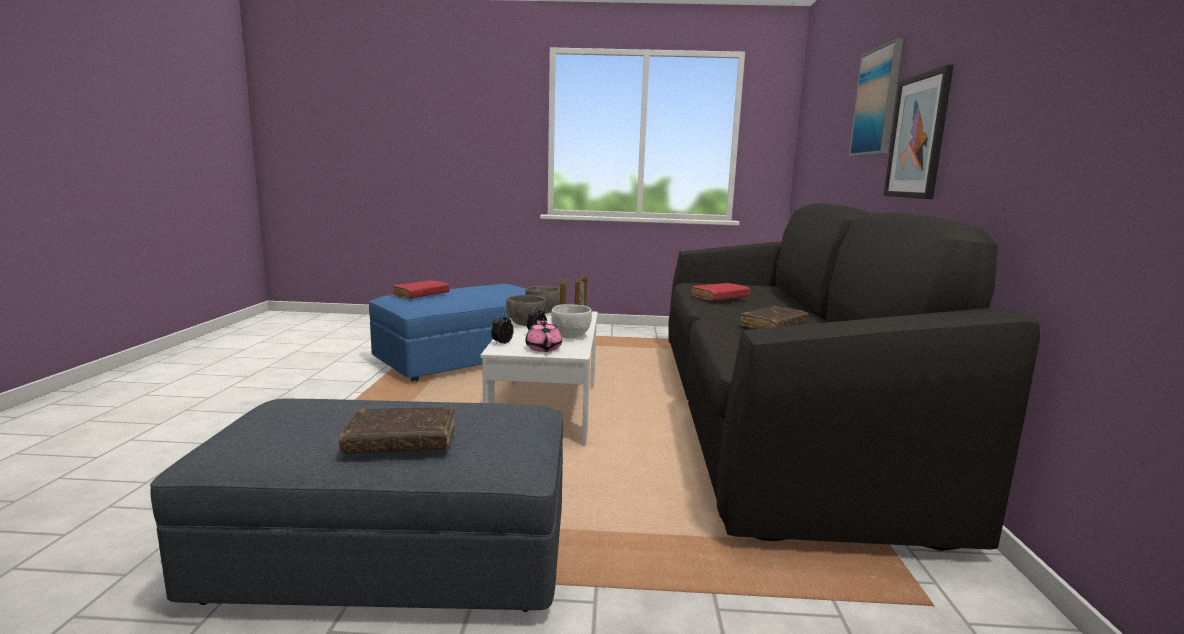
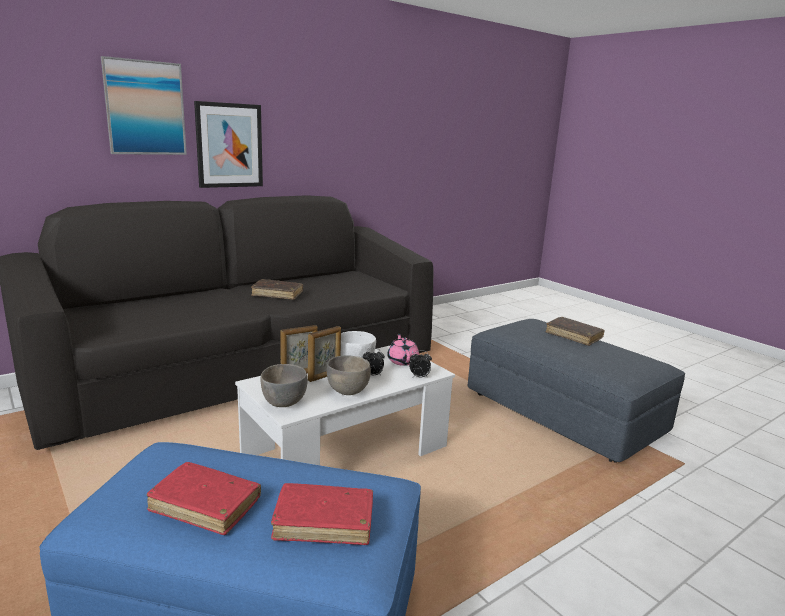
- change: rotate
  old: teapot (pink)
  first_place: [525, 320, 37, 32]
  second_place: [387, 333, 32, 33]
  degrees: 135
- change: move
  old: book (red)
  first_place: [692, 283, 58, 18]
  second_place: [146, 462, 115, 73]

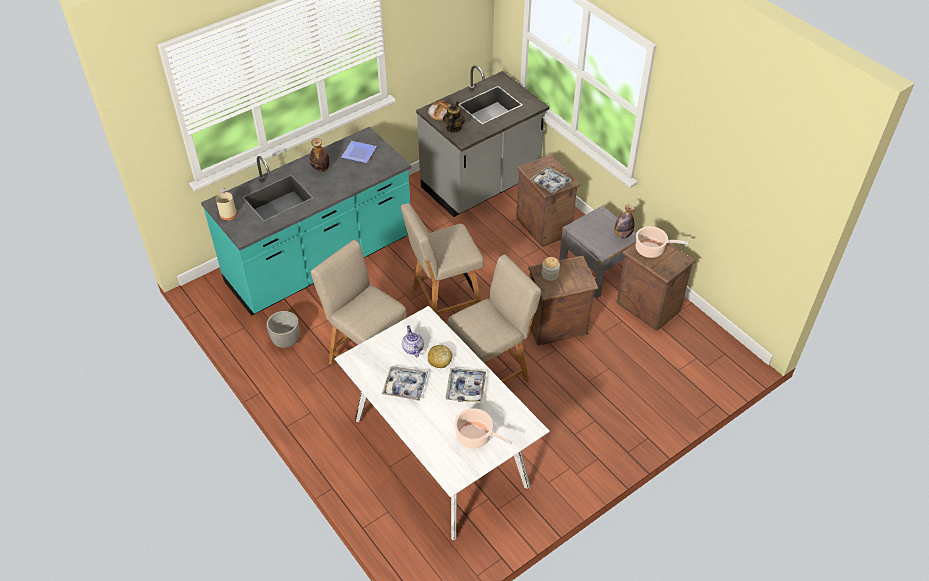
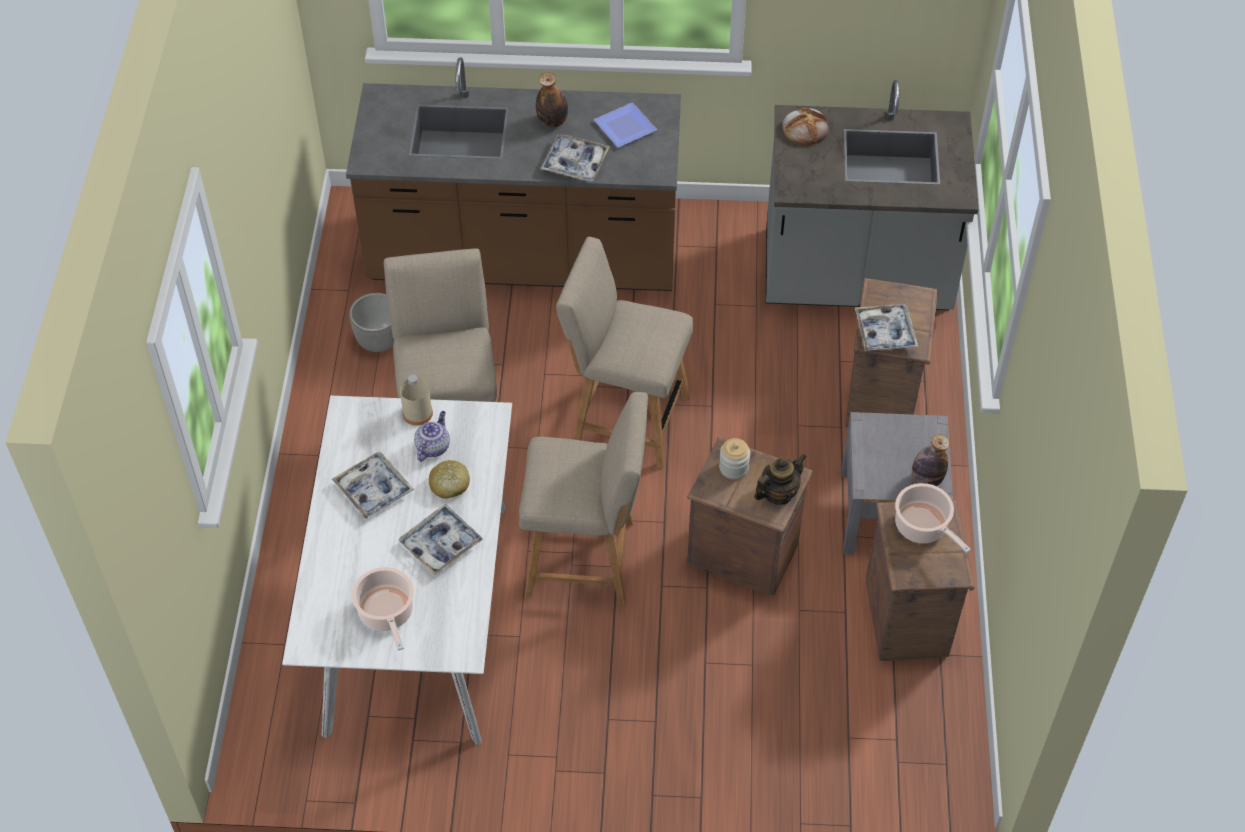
- change: recolor
  old: counter (turquoise)
  new: counter (brown)
  first_place: [201, 127, 211, 189]
  second_place: [346, 57, 335, 234]
- change: move
  old: bottle (beige)
  first_place: [216, 188, 21, 33]
  second_place: [400, 374, 33, 52]
- change: move
  old: teapot
  first_place: [443, 102, 22, 31]
  second_place: [754, 454, 52, 51]
- change: insert
  new: tray
  second_place: [541, 134, 69, 48]

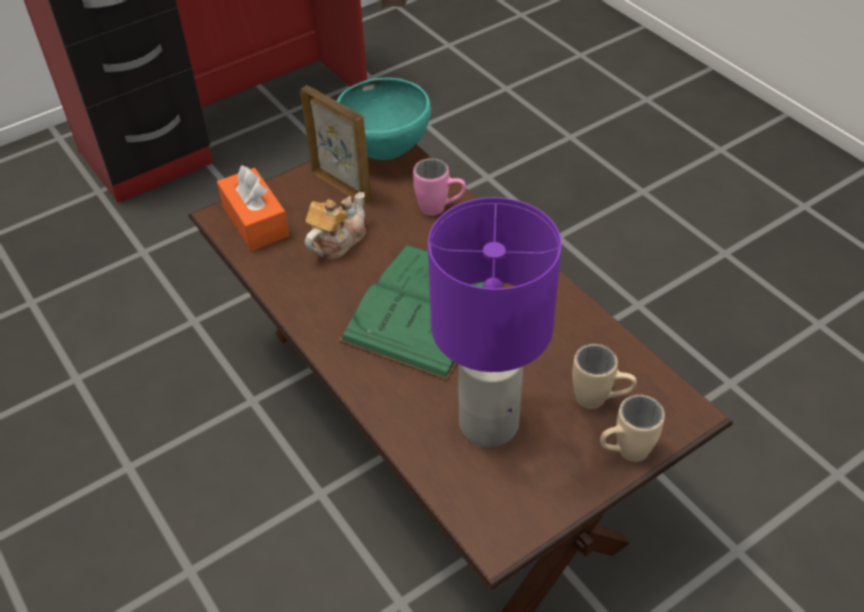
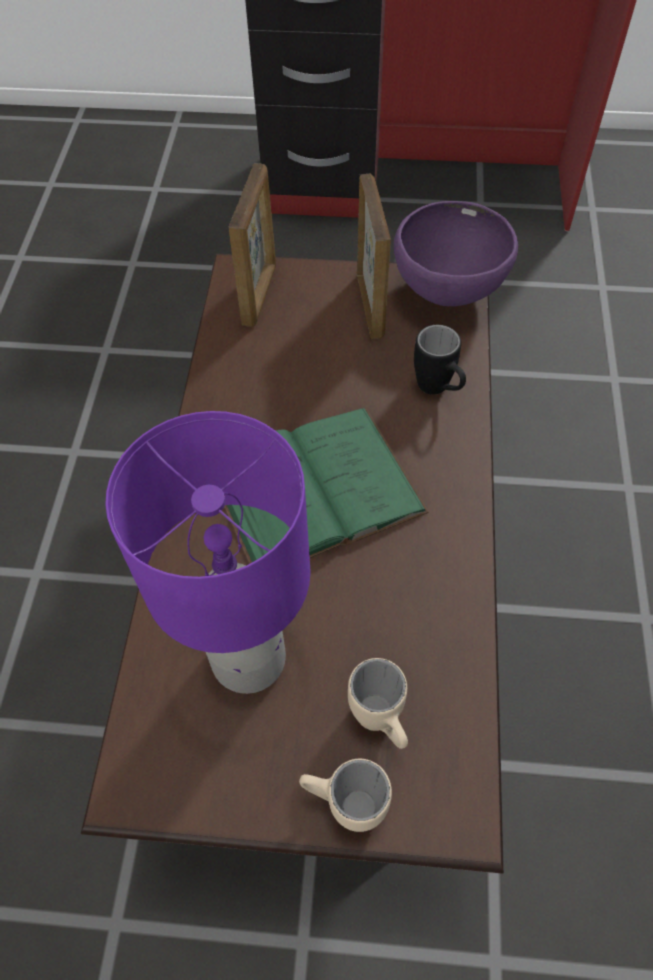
- change: replace
  old: tissue box (orange)
  new: picture frame
  first_place: [217, 165, 72, 86]
  second_place: [228, 163, 48, 164]
- change: delete
  old: teapot
  first_place: [305, 192, 61, 68]
- change: recolor
  old: bowl (turquoise)
  new: bowl (purple)
  first_place: [337, 78, 94, 82]
  second_place: [394, 201, 124, 105]
- change: recolor
  old: mug (pink)
  new: mug (black)
  first_place: [413, 158, 53, 58]
  second_place: [414, 325, 52, 70]

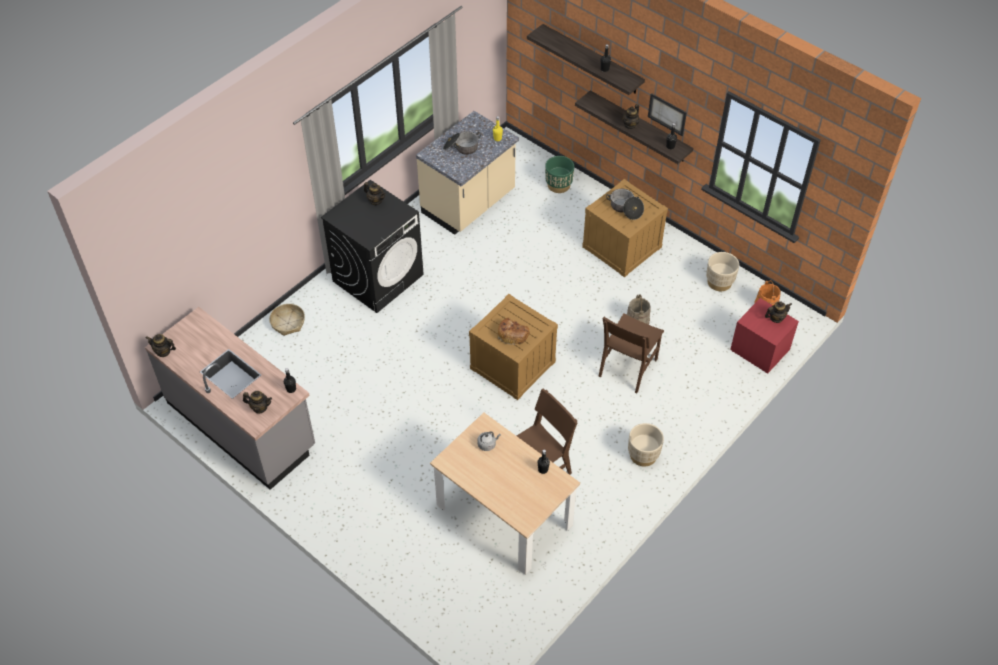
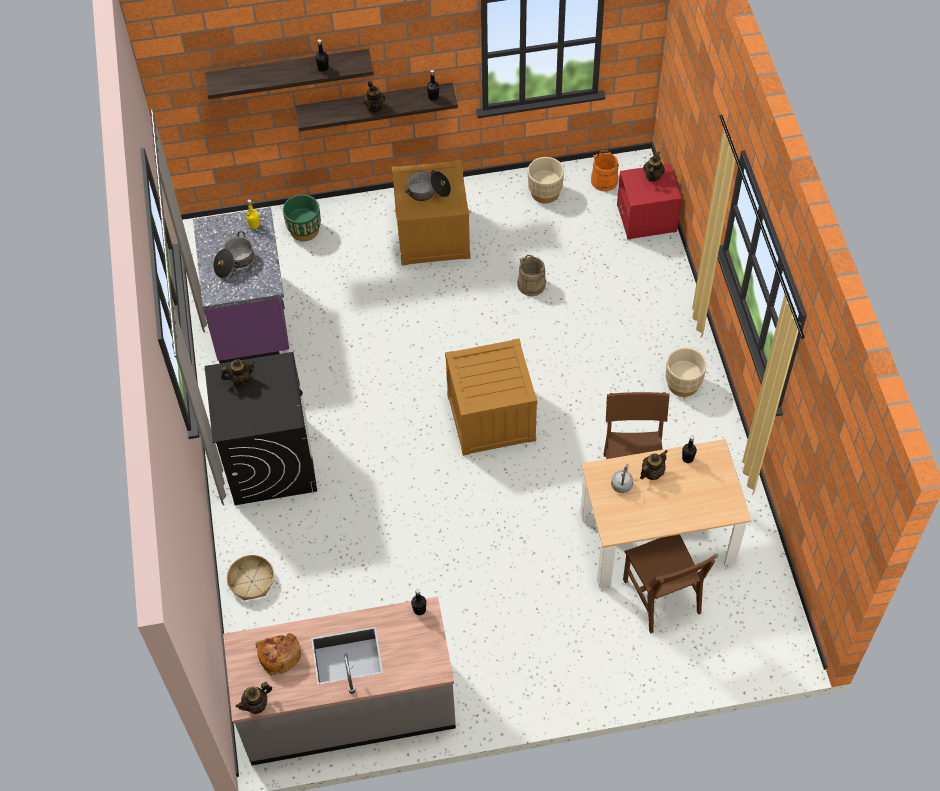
- change: move
  old: teapot
  first_place: [243, 391, 29, 23]
  second_place: [640, 450, 28, 30]
- change: recolor
  old: counter (beige)
  new: counter (purple)
  first_place: [416, 111, 103, 124]
  second_place: [193, 207, 96, 156]
- change: move
  old: bread
  first_place: [497, 317, 33, 28]
  second_place: [256, 633, 45, 43]
- change: move
  old: chair (brown)
  first_place: [598, 313, 66, 80]
  second_place: [623, 534, 93, 99]
- change: delete
  old: picture
  first_place: [648, 93, 39, 43]

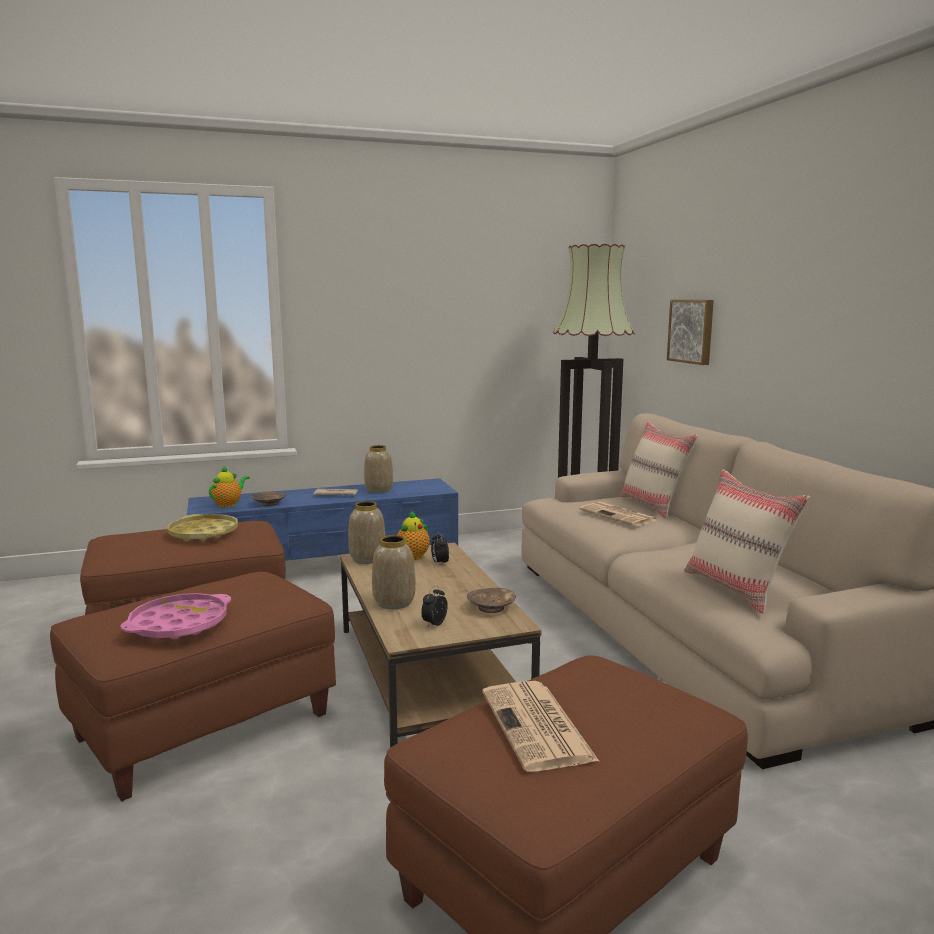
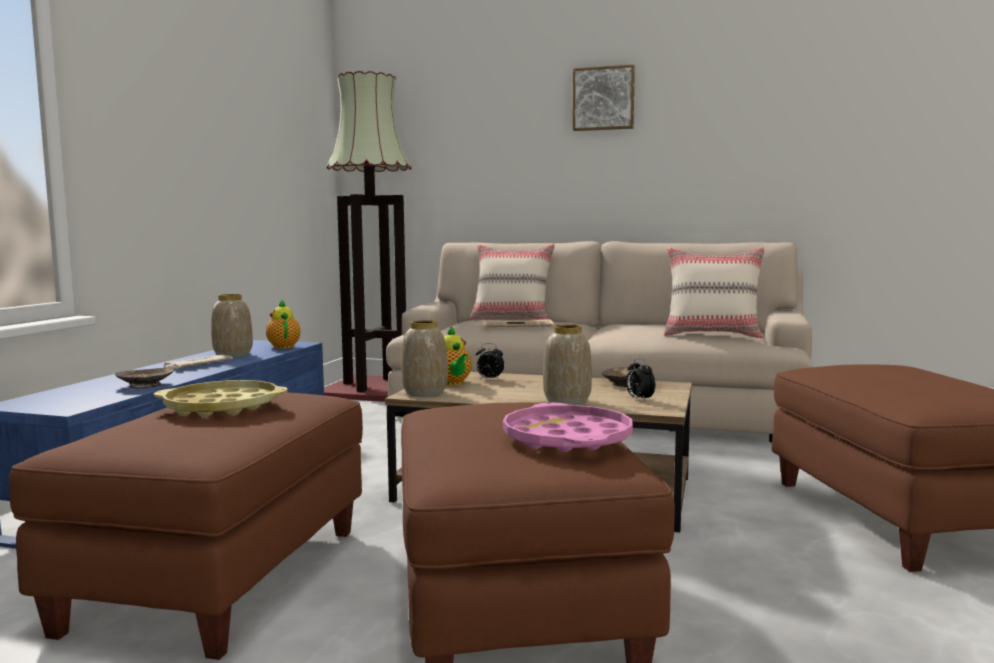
- change: move
  old: teapot
  first_place: [209, 466, 41, 41]
  second_place: [266, 300, 35, 49]
- change: delete
  old: newspaper
  first_place: [482, 681, 117, 91]
- change: move
  old: picture
  first_place: [667, 300, 47, 65]
  second_place: [573, 65, 62, 66]

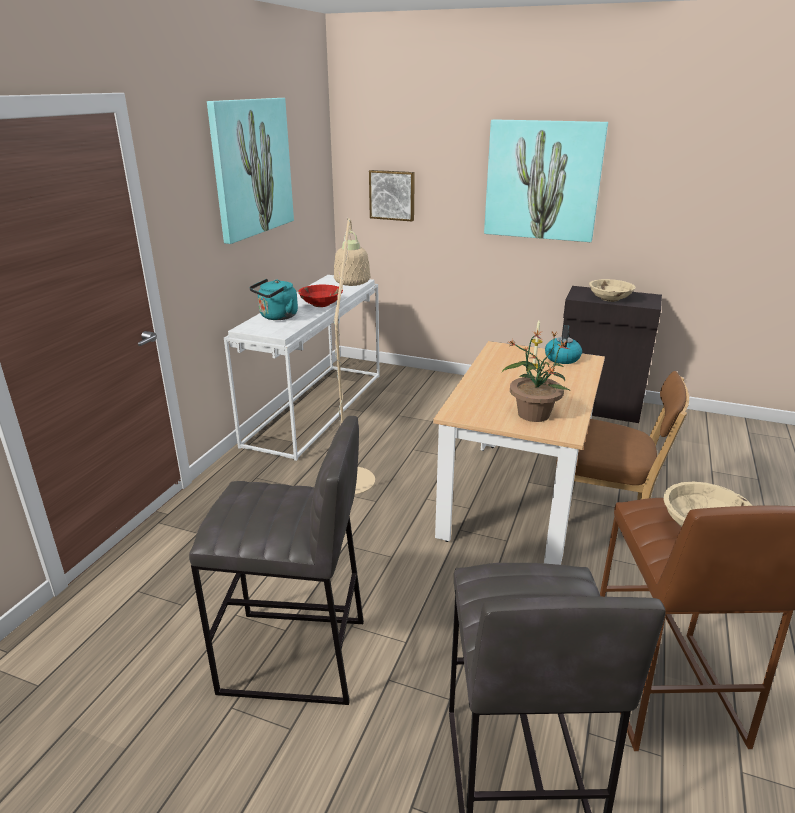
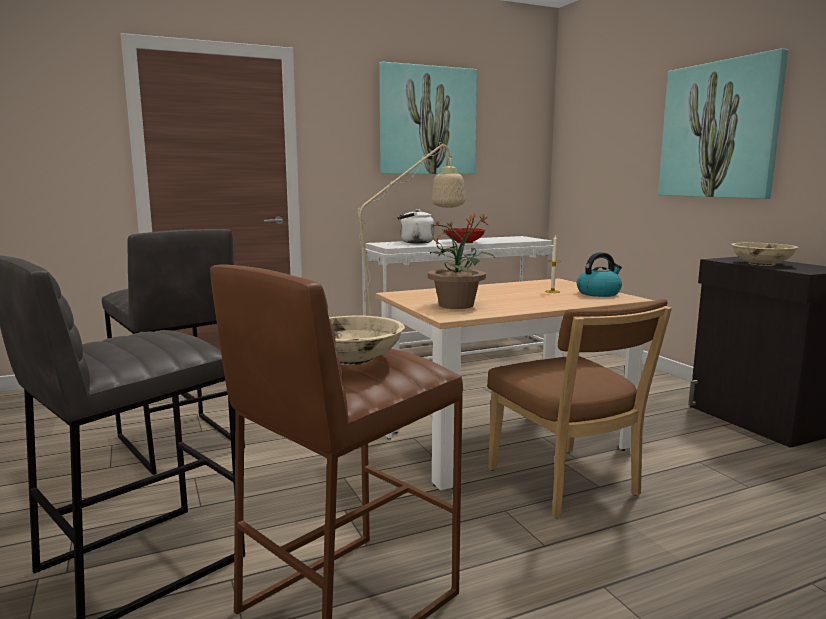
- change: recolor
  old: kettle (turquoise)
  new: kettle (white)
  first_place: [249, 279, 49, 41]
  second_place: [397, 209, 37, 35]
- change: delete
  old: picture
  first_place: [369, 170, 46, 51]

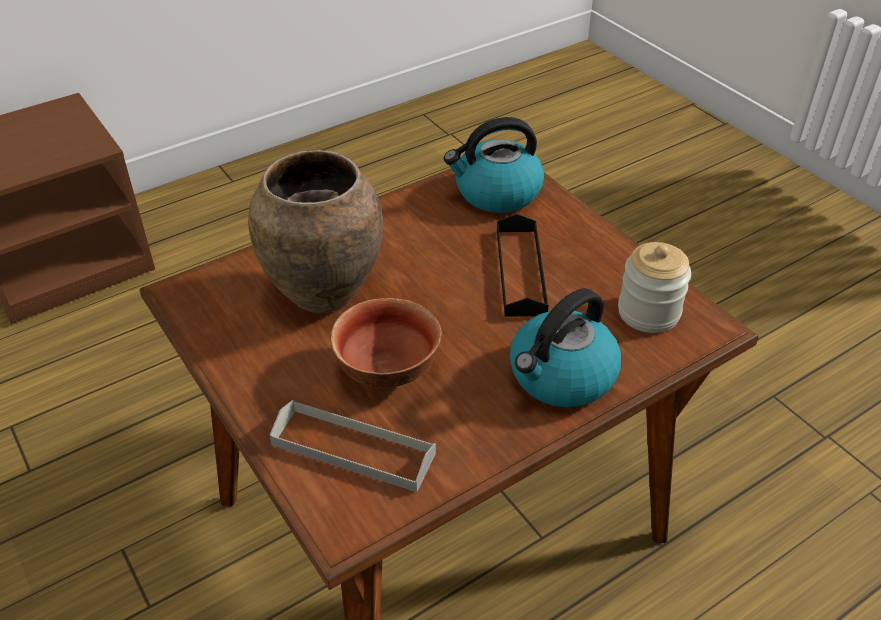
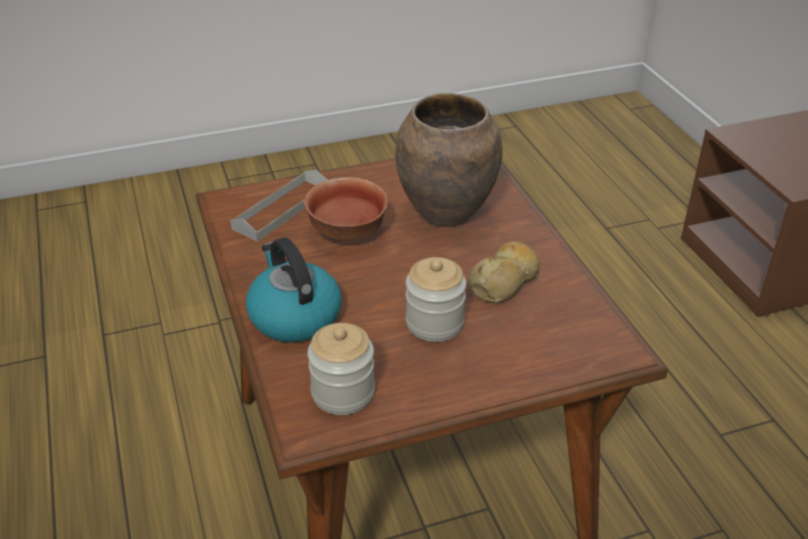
- change: delete
  old: kettle
  first_place: [444, 117, 100, 96]
- change: replace
  old: tray (black)
  new: jar
  first_place: [497, 214, 52, 102]
  second_place: [406, 257, 60, 85]
- change: insert
  new: bread
  second_place: [469, 241, 71, 62]

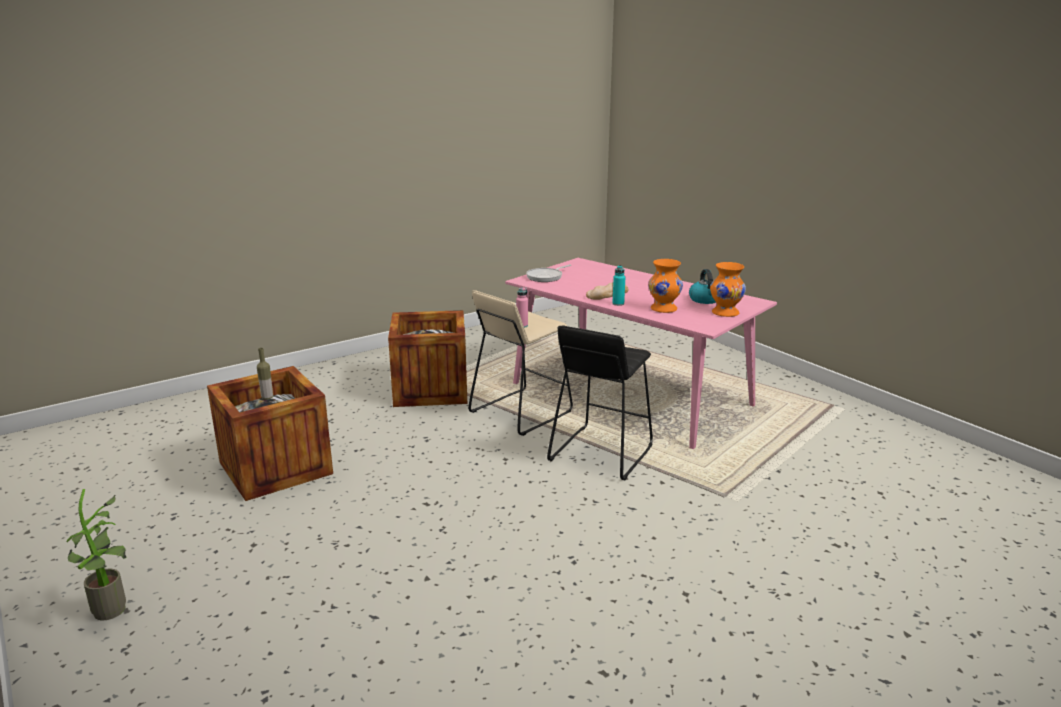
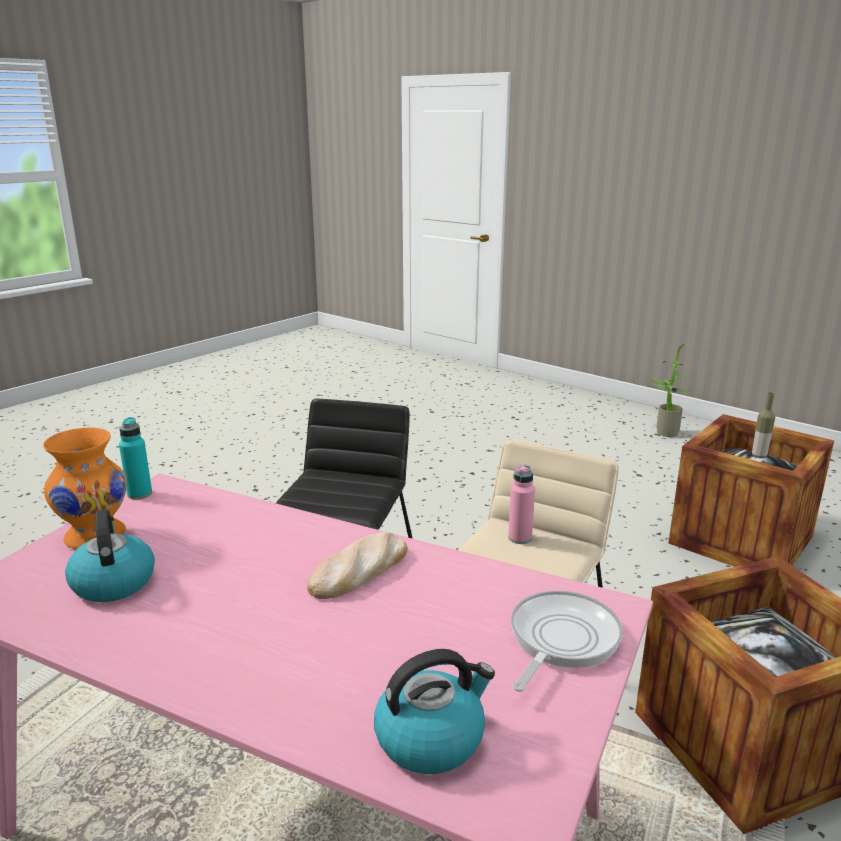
- change: move
  old: bottle (turquoise)
  first_place: [612, 265, 13, 41]
  second_place: [119, 417, 33, 83]
- change: delete
  old: vase (orange)
  first_place: [648, 259, 35, 54]
- change: insert
  new: kettle
  second_place: [374, 649, 121, 125]

